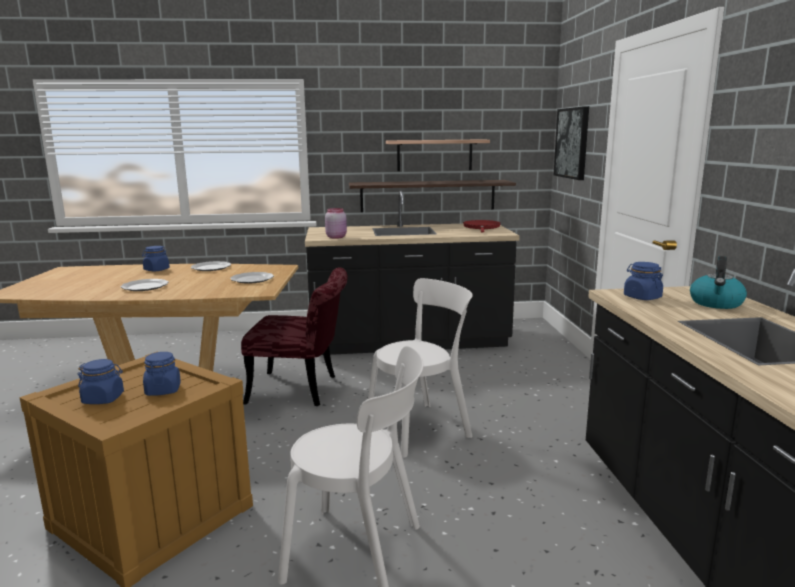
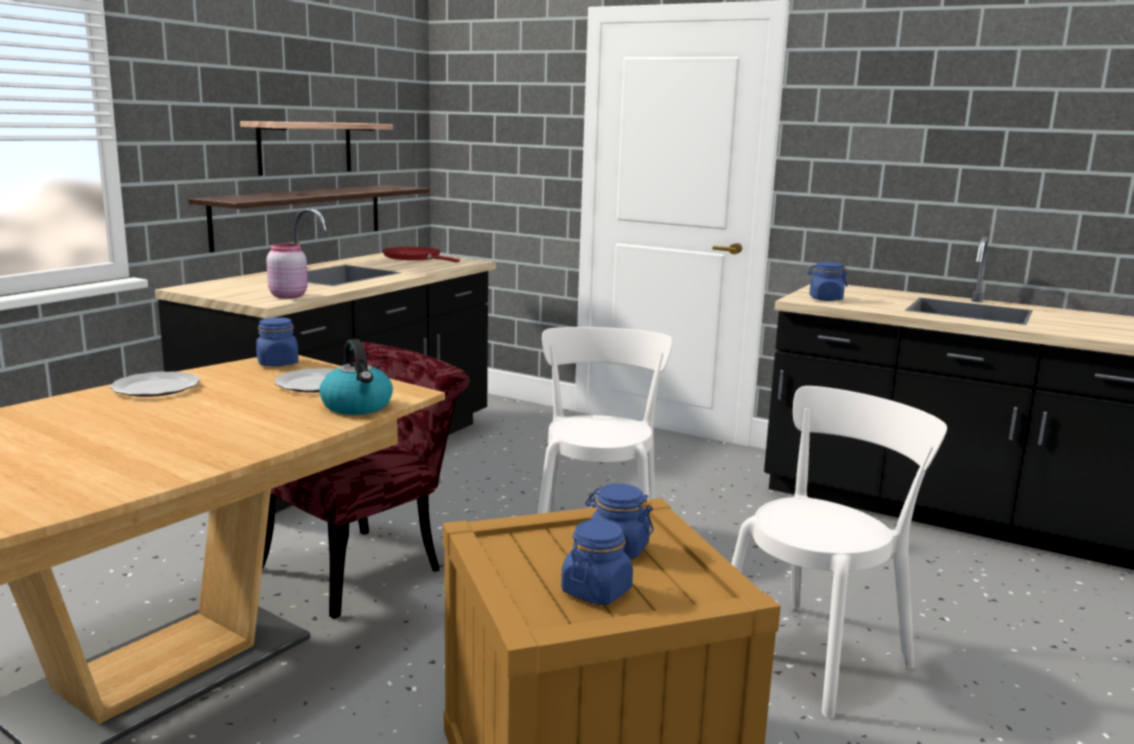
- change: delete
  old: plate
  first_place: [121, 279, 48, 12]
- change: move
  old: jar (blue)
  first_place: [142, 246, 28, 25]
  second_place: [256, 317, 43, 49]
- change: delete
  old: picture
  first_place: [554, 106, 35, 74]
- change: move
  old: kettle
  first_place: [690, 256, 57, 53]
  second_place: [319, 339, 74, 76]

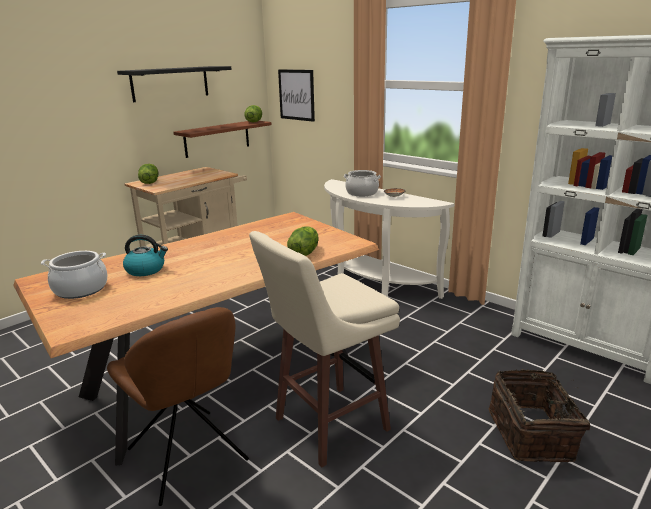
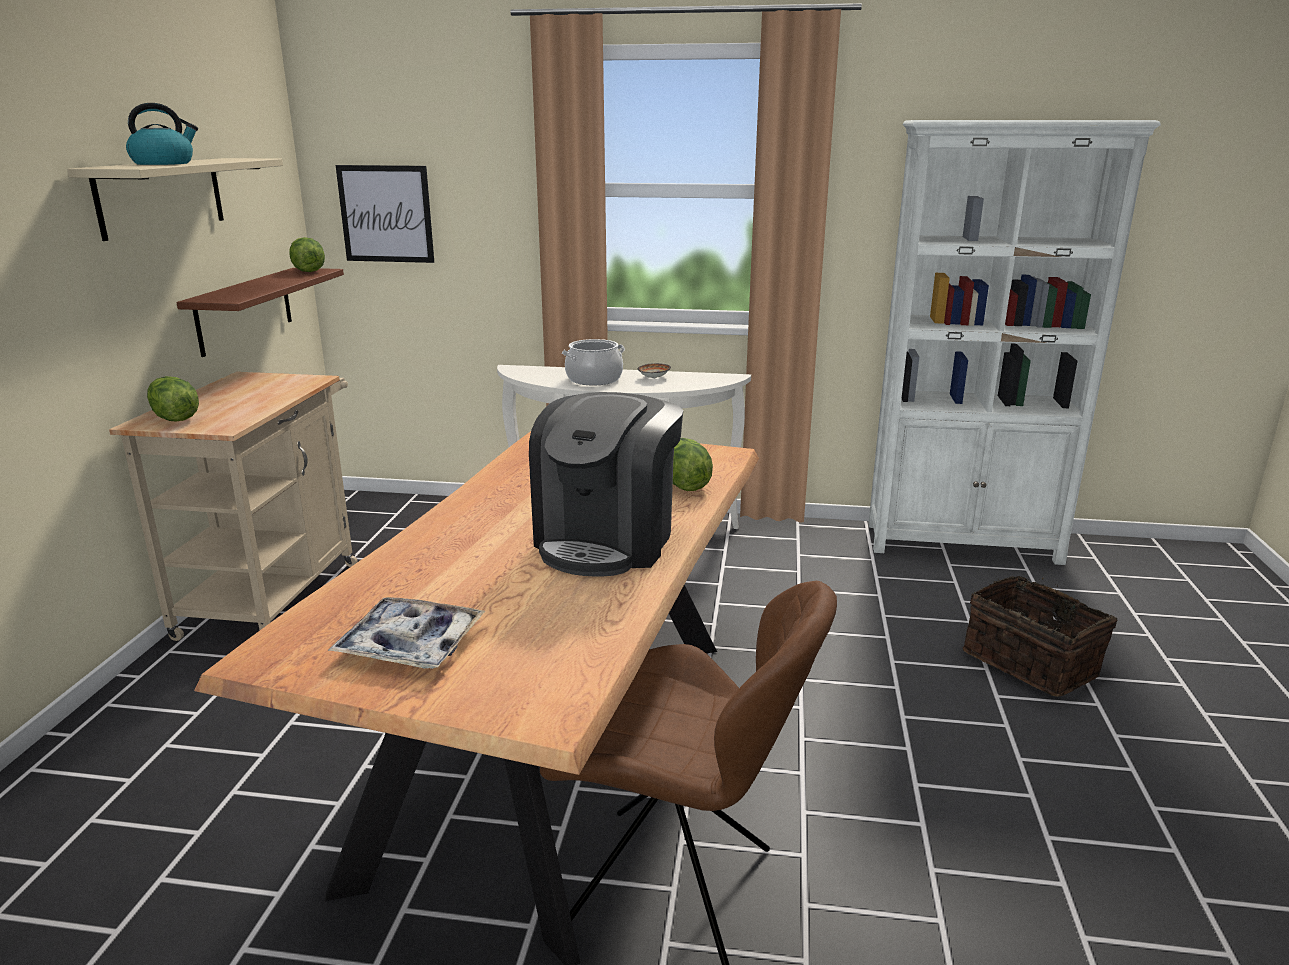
- change: replace
  old: cooking pot
  new: tray
  first_place: [41, 251, 66, 48]
  second_place: [328, 597, 157, 72]
- change: recolor
  old: shelf (black)
  new: shelf (beige)
  first_place: [117, 66, 115, 36]
  second_place: [67, 158, 216, 83]
- change: move
  old: kettle
  first_place: [123, 235, 45, 41]
  second_place: [126, 103, 72, 62]
- change: delete
  old: stool (beige)
  first_place: [249, 231, 151, 237]
- change: insert
  new: coffee machine
  second_place: [529, 392, 154, 184]

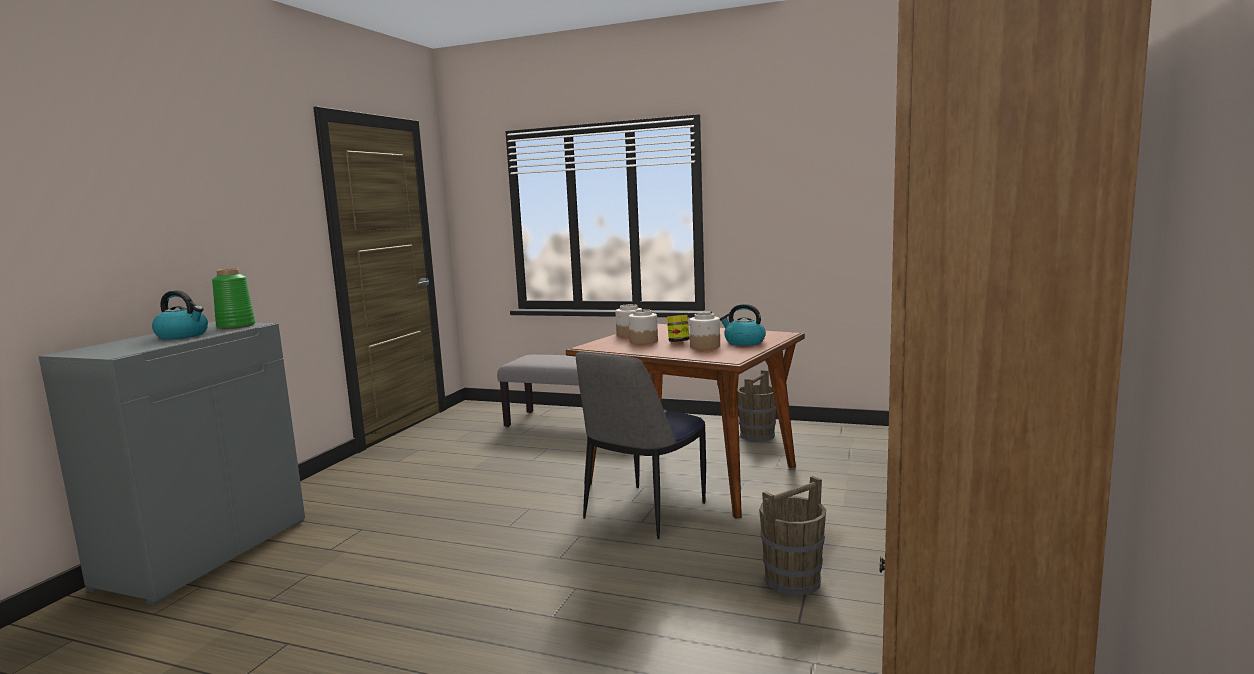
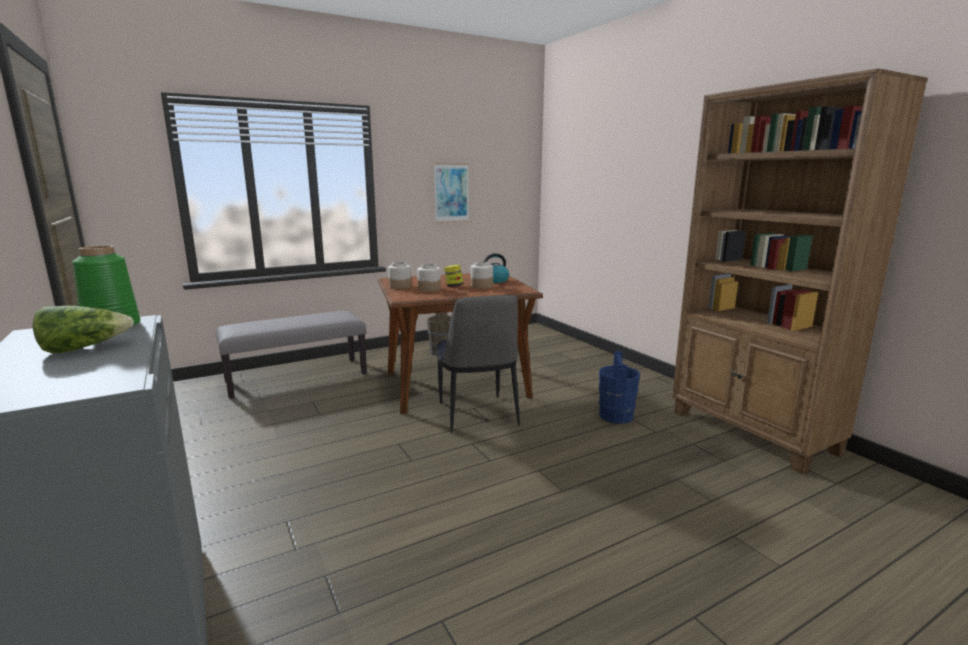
- change: replace
  old: kettle
  new: lettuce
  first_place: [152, 290, 56, 49]
  second_place: [33, 306, 101, 47]
- change: recolor
  old: bucket (brown)
  new: bucket (blue)
  first_place: [759, 476, 67, 120]
  second_place: [599, 351, 41, 73]
- change: insert
  new: picture
  second_place: [434, 163, 35, 60]

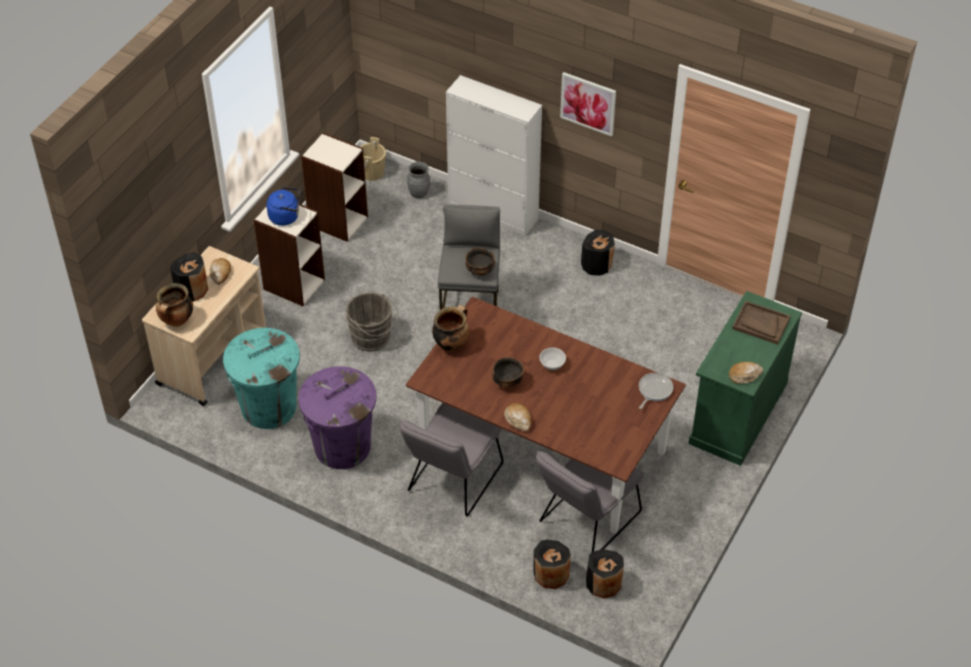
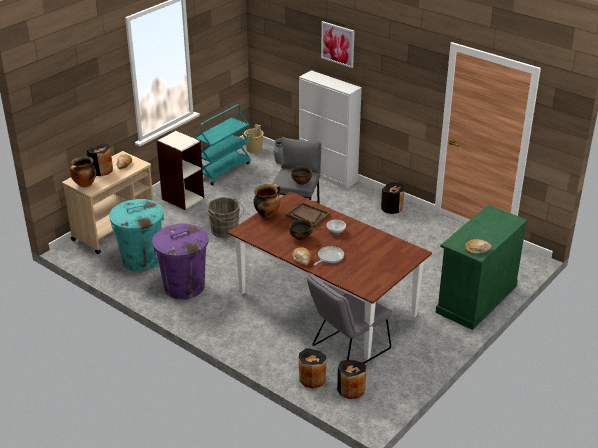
- change: delete
  old: kettle (blue)
  first_place: [266, 187, 34, 39]
- change: replace
  old: bookcase
  new: cart (turquoise)
  first_place: [301, 133, 67, 109]
  second_place: [194, 104, 57, 82]
- change: delete
  old: chair (grey)
  first_place: [399, 403, 104, 113]
- change: move
  old: picture
  first_place: [560, 72, 56, 64]
  second_place: [321, 21, 33, 47]
- change: move
  old: frying pan
  first_place: [639, 373, 34, 36]
  second_place: [314, 246, 30, 19]
- change: move
  old: tray (brown)
  first_place: [732, 301, 59, 44]
  second_place: [286, 202, 44, 26]

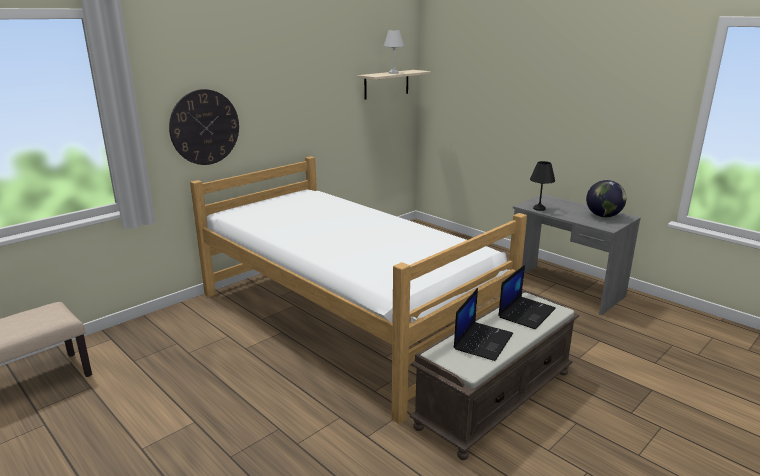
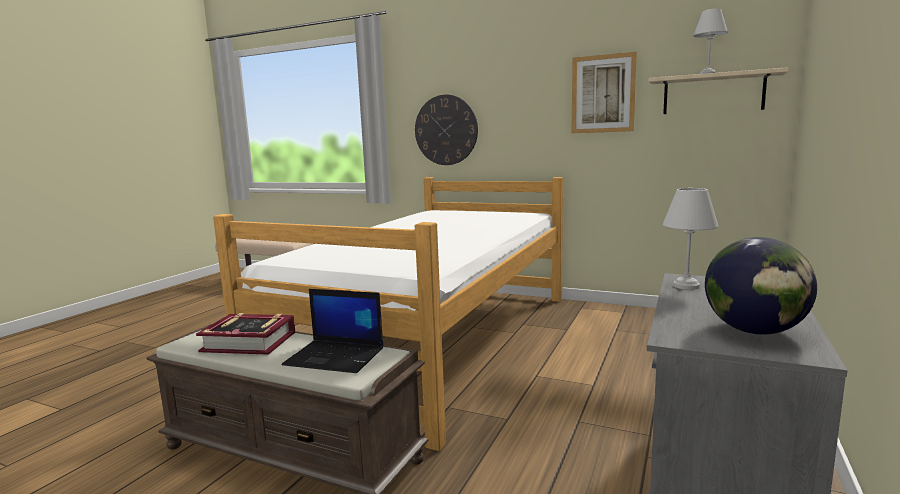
- change: replace
  old: laptop
  new: book
  first_place: [454, 288, 59, 73]
  second_place: [196, 313, 99, 42]
- change: recolor
  old: table lamp (black)
  new: table lamp (white)
  first_place: [530, 161, 25, 50]
  second_place: [663, 188, 56, 102]
- change: insert
  new: picture
  second_place: [571, 52, 66, 81]

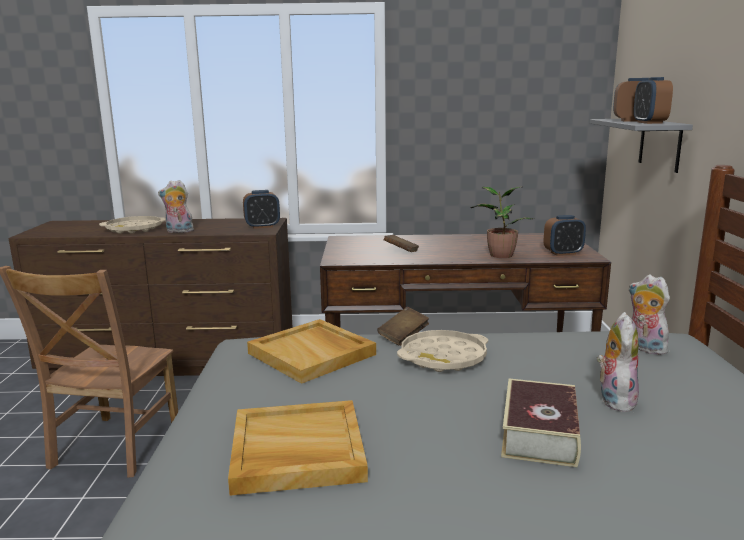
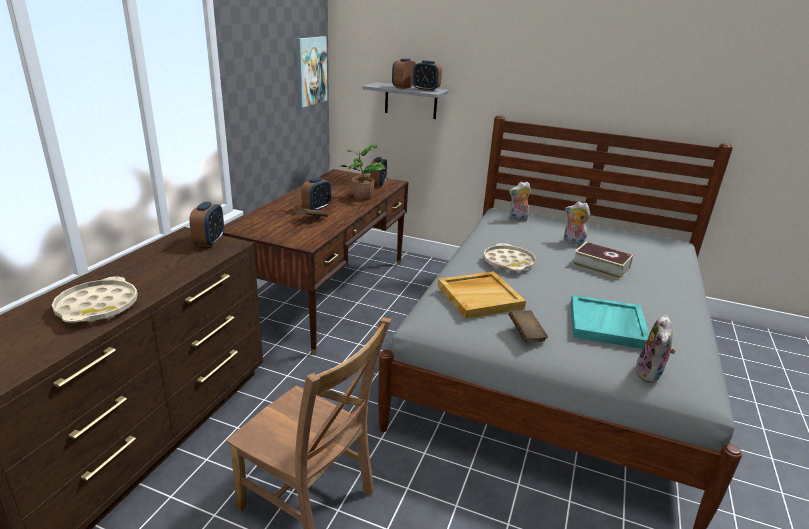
- change: move
  old: plush toy
  first_place: [158, 180, 36, 53]
  second_place: [635, 314, 40, 69]
- change: recolor
  old: tray (beige)
  new: tray (turquoise)
  first_place: [228, 400, 140, 96]
  second_place: [570, 295, 79, 54]
- change: move
  old: book (brown)
  first_place: [377, 307, 52, 39]
  second_place: [508, 310, 40, 32]
- change: insert
  new: picture
  second_place: [296, 36, 31, 72]
- change: insert
  new: alarm clock
  second_place: [301, 177, 30, 33]

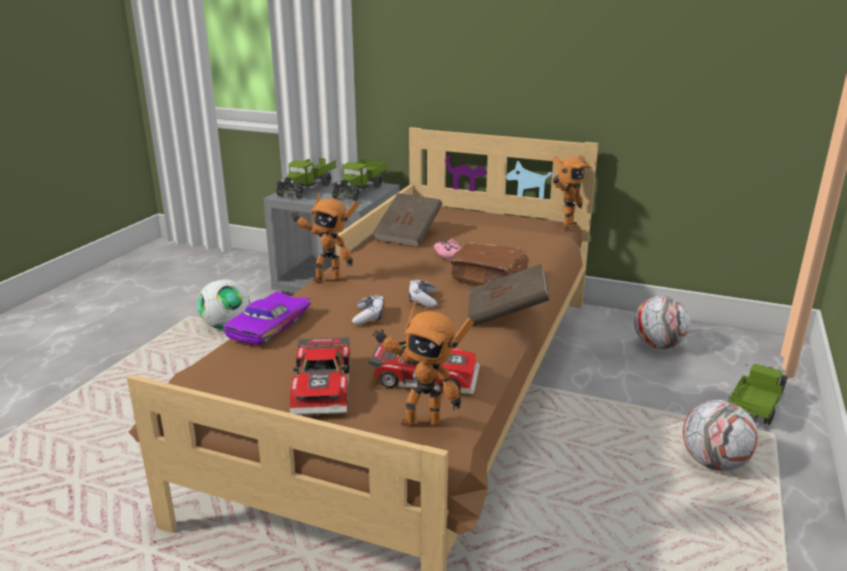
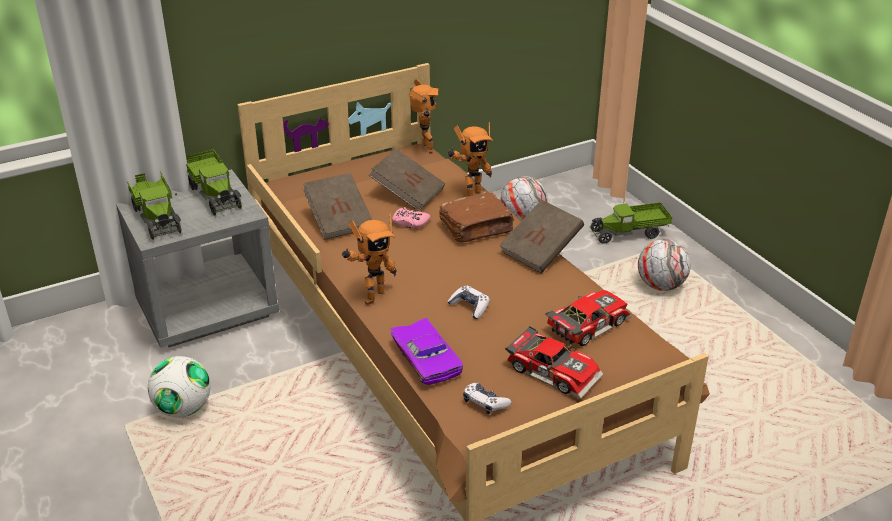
- change: move
  old: toy robot
  first_place: [372, 301, 102, 126]
  second_place: [447, 122, 46, 75]
- change: move
  old: game controller
  first_place: [409, 279, 28, 29]
  second_place: [463, 383, 49, 31]
- change: rotate
  old: toy truck
  first_place: [728, 364, 60, 61]
  second_place: [591, 202, 81, 42]
  degrees: -90
- change: insert
  new: book (brown)
  second_place: [369, 149, 76, 62]

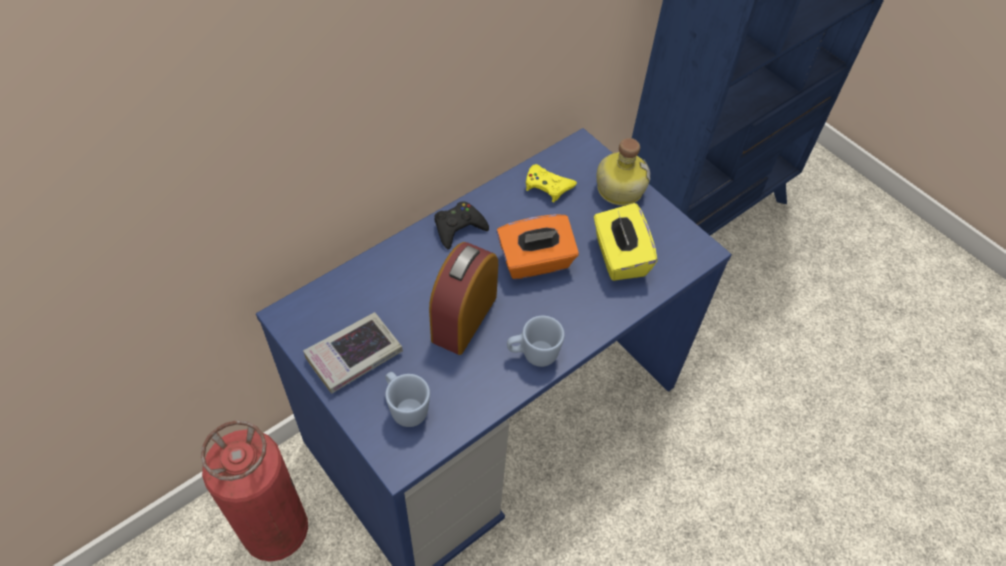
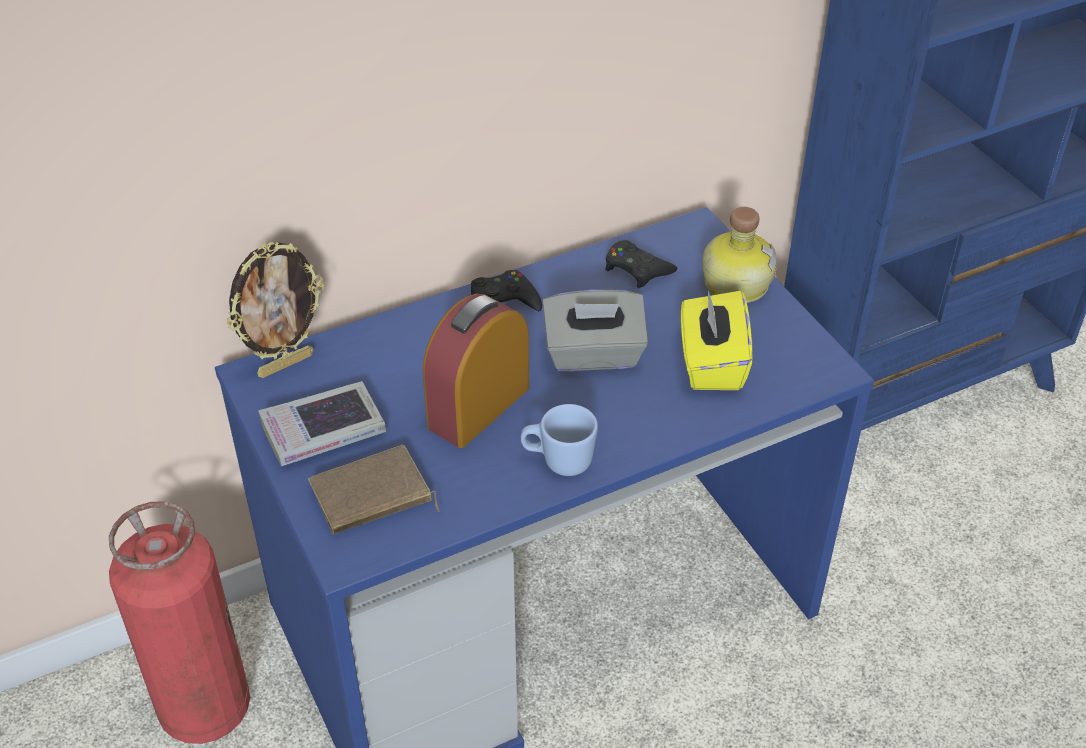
- change: replace
  old: mug (blue)
  new: book (brown)
  first_place: [385, 372, 45, 55]
  second_place: [308, 445, 132, 89]
- change: recolor
  old: tissue box (orange)
  new: tissue box (grey)
  first_place: [496, 214, 83, 65]
  second_place: [542, 290, 106, 81]
- change: recolor
  old: game controller (yellow)
  new: game controller (black)
  first_place: [526, 164, 51, 39]
  second_place: [605, 240, 72, 48]
- change: insert
  new: picture frame
  second_place: [226, 242, 98, 136]

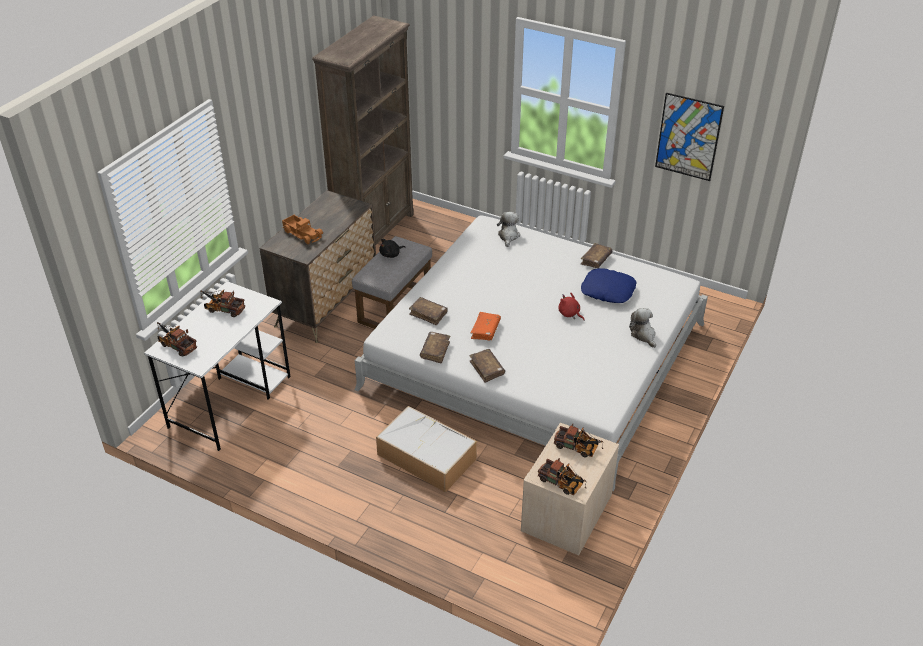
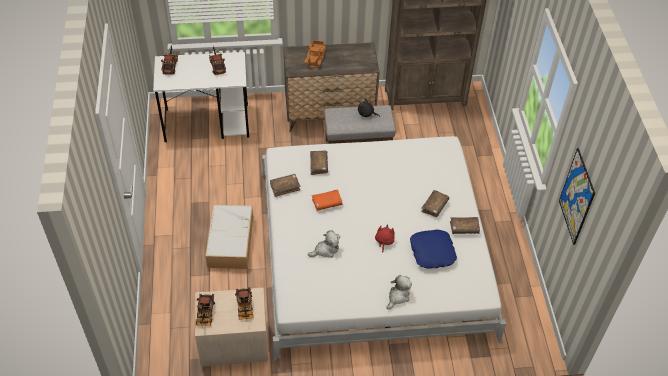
- change: move
  old: book (brown)
  first_place: [469, 349, 36, 34]
  second_place: [421, 190, 28, 27]
- change: move
  old: plush toy
  first_place: [497, 212, 23, 35]
  second_place: [308, 230, 32, 28]

